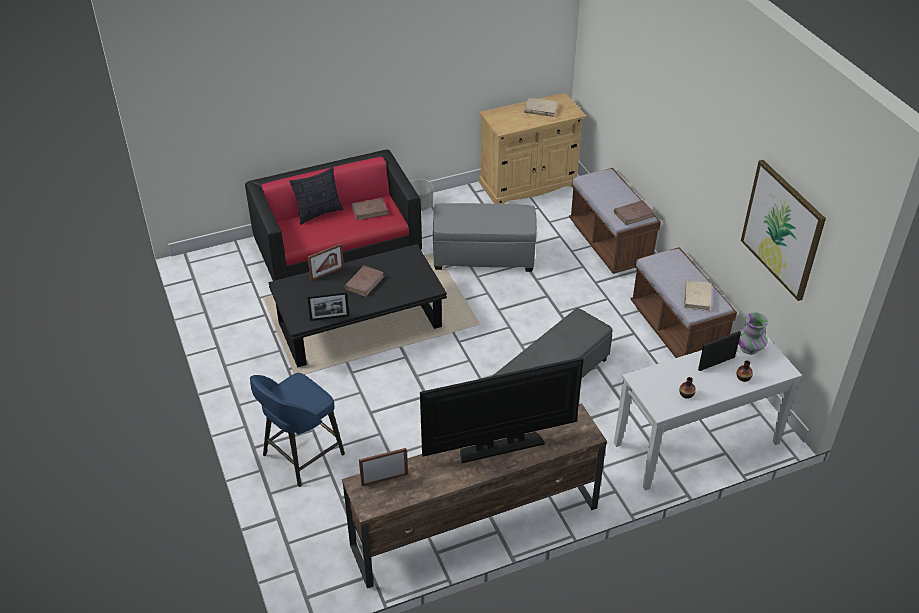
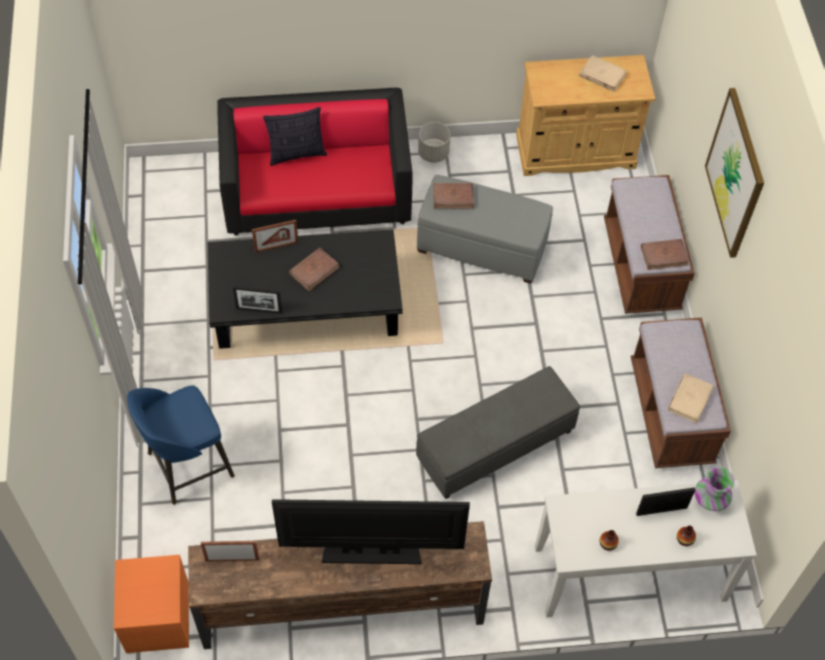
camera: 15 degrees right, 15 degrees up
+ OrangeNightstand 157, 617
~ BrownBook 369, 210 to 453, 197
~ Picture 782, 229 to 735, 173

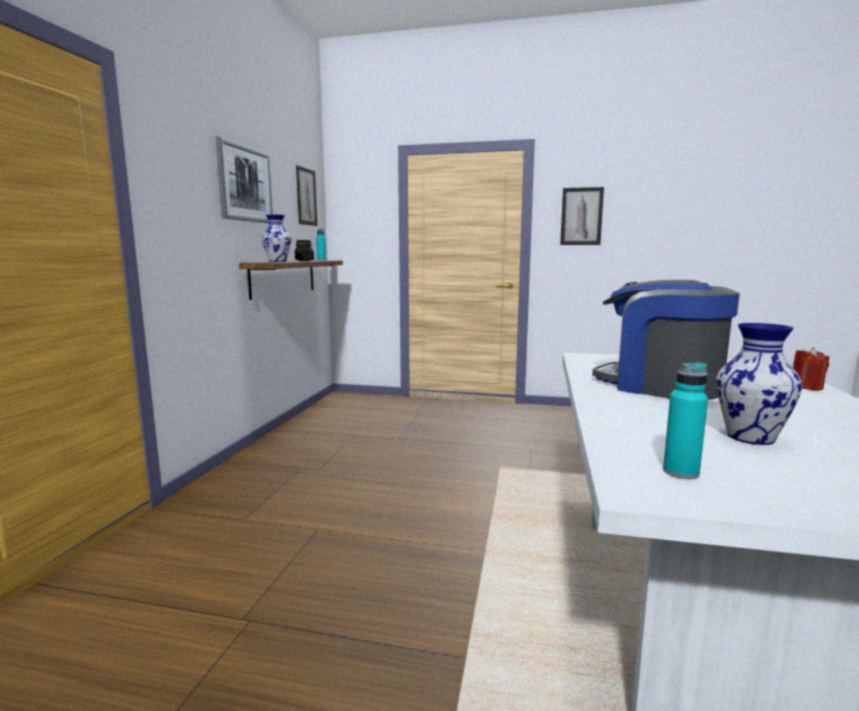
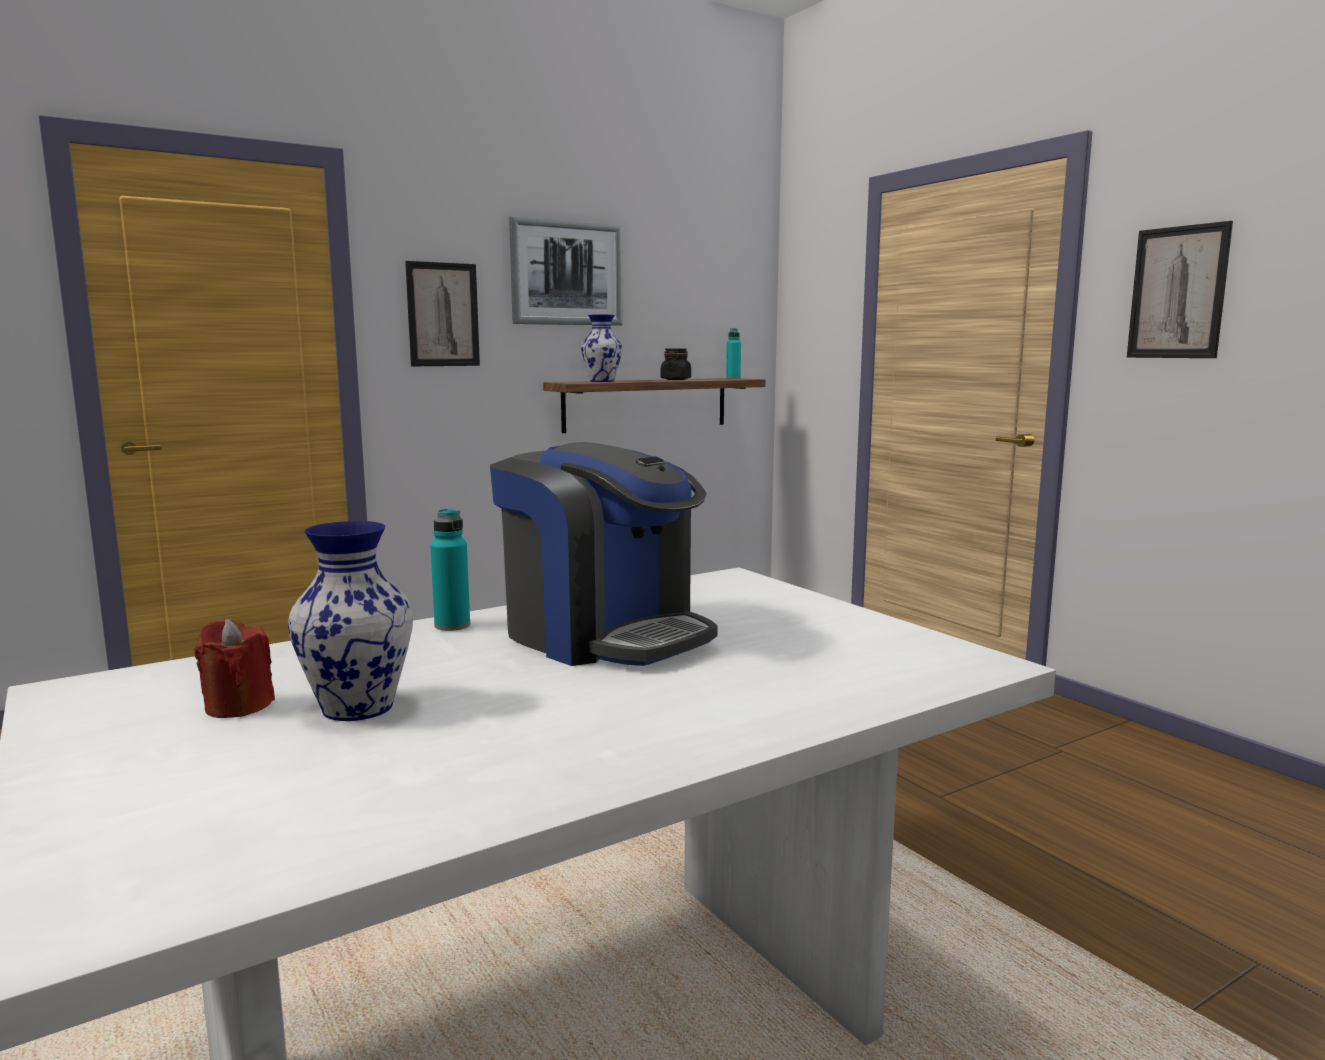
camera: 45 degrees right, 0 degrees up
~ RedCandle 806, 386 to 238, 706
~ Picture 306, 197 to 443, 314
~ TurquoiseBottle 681, 472 to 452, 625
~ CoffeeMachine 659, 386 = 603, 635 135 degrees clockwise

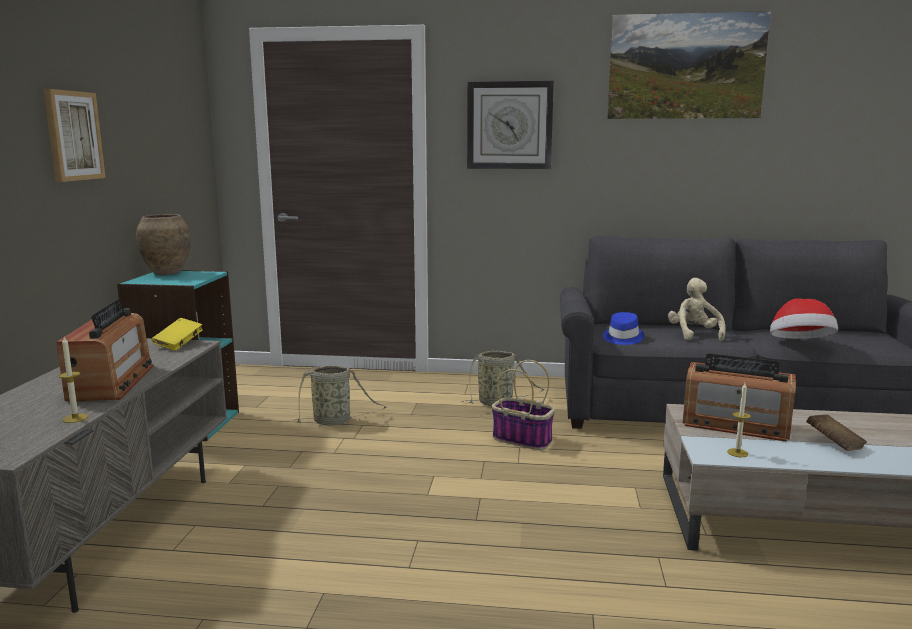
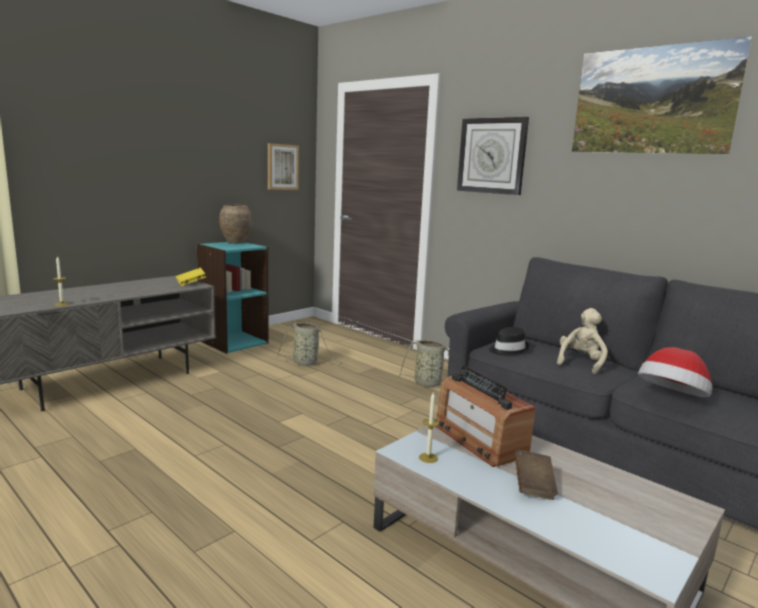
camera: 35 degrees right, 0 degrees up
~ Picture 73, 136 to 282, 167
~ BlueHat 622, 338 to BlackHat 508, 350
- Radio 111, 382
- Basket 523, 439

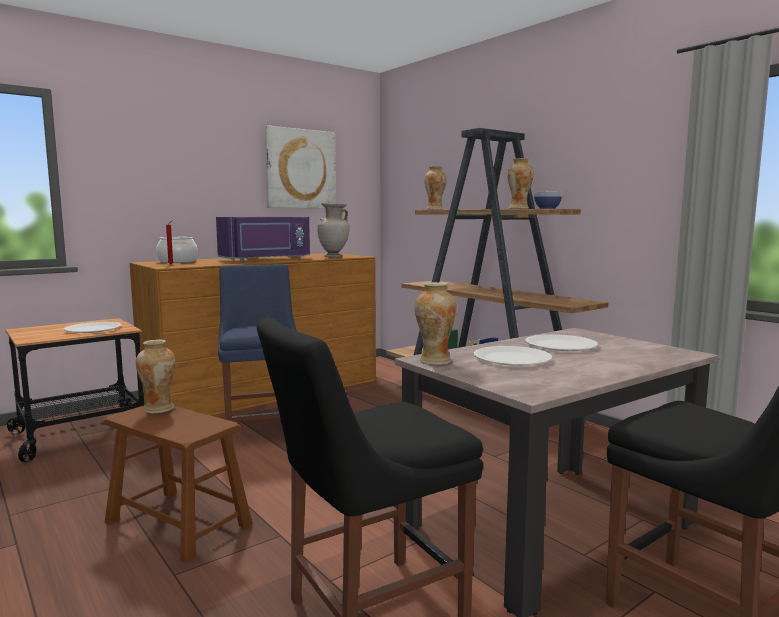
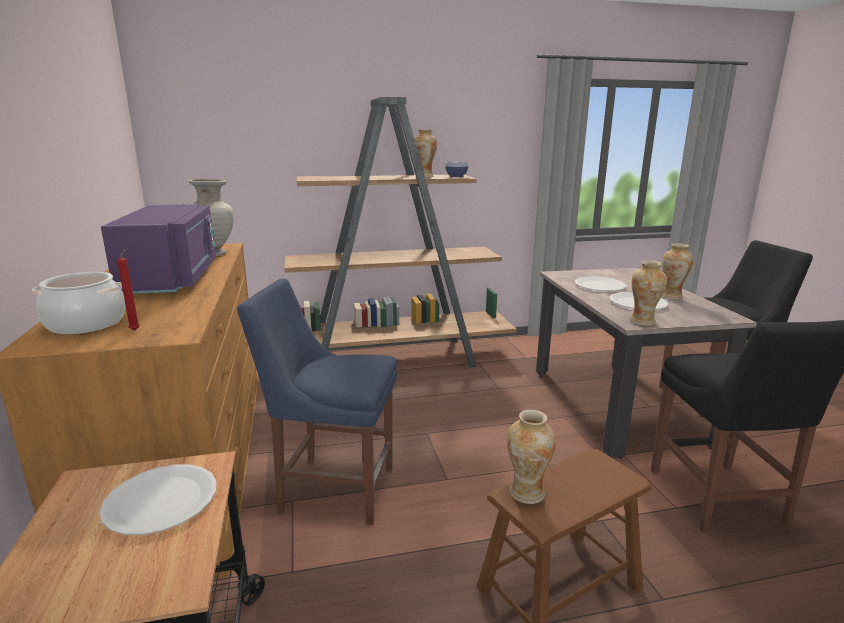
camera: 65 degrees left, 10 degrees up
~ Vase 434, 209 to 671, 297
- Picture 300, 169

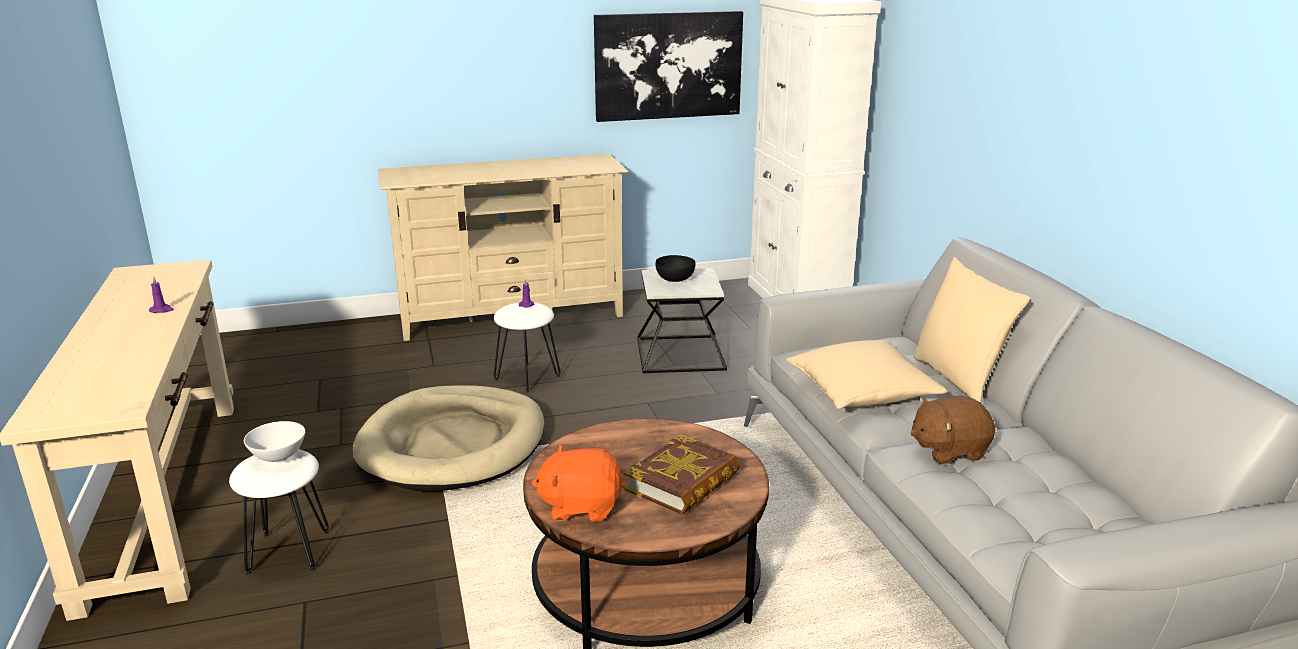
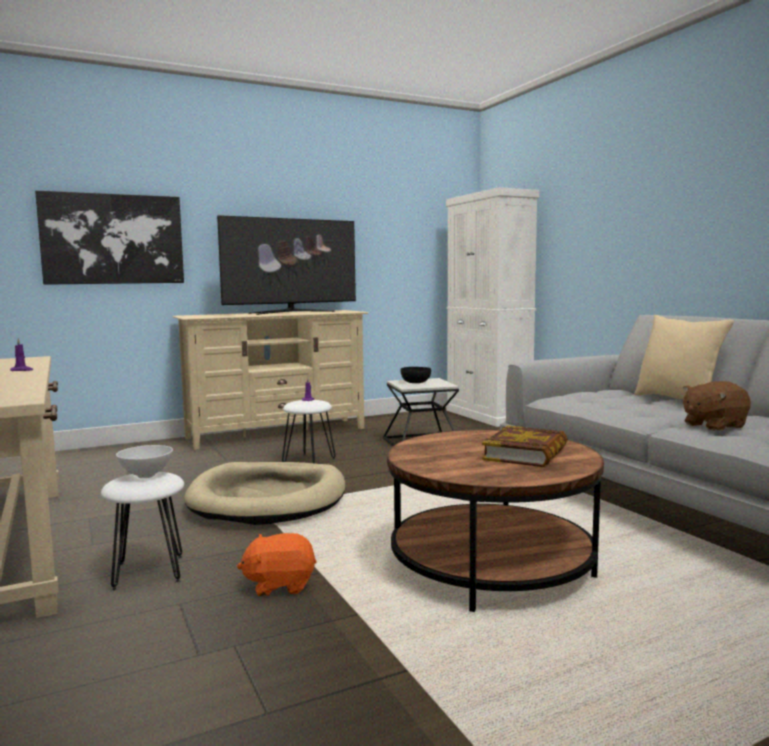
camera: 10 degrees left, 15 degrees down
~ Picture 668, 65 to 113, 239
+ Television 291, 312
~ OrangePlushToy 581, 506 to 280, 585
- BeigePillow 862, 393

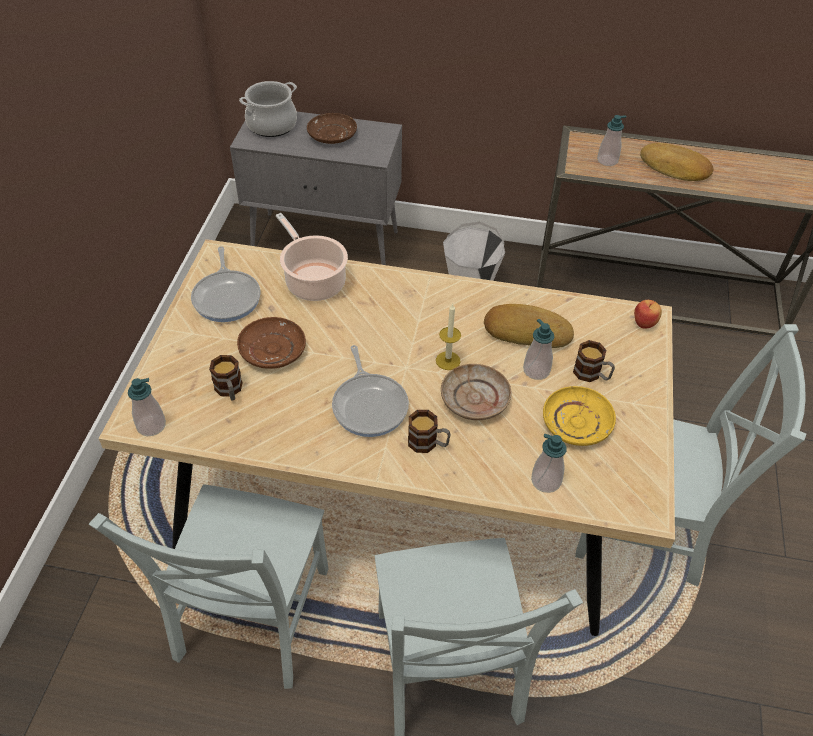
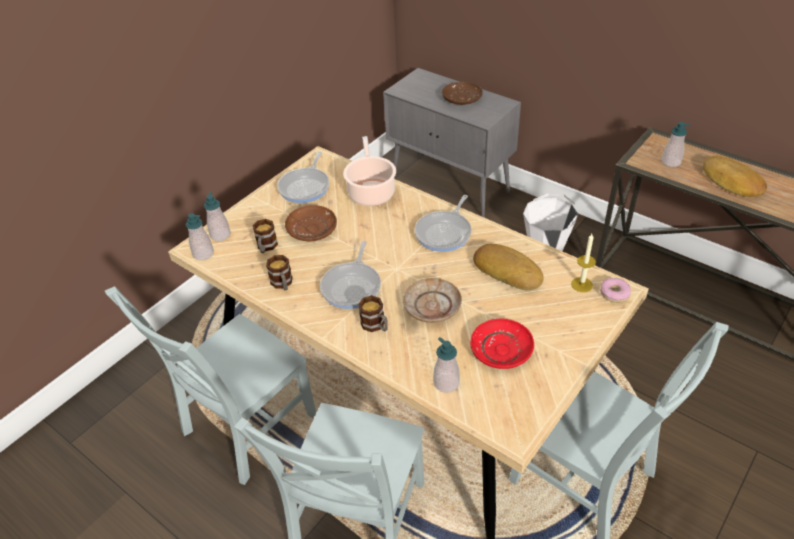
camera: 30 degrees right, 5 degrees down
~ SoapDispenser 536, 370 to 220, 235
~ Mug 592, 374 to 282, 284
+ FryingPan 445, 232
~ YellowPlate 577, 422 to RedPlate 501, 350
~ Candle 448, 360 to 581, 284
~ Apple 645, 322 to Donut 614, 293
- CookingPot 272, 125

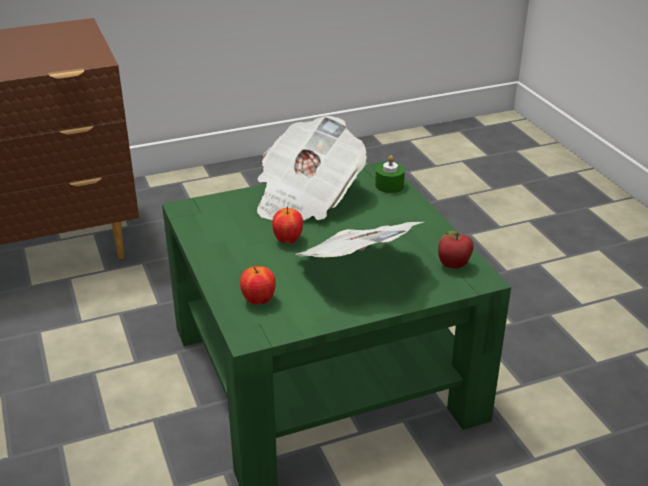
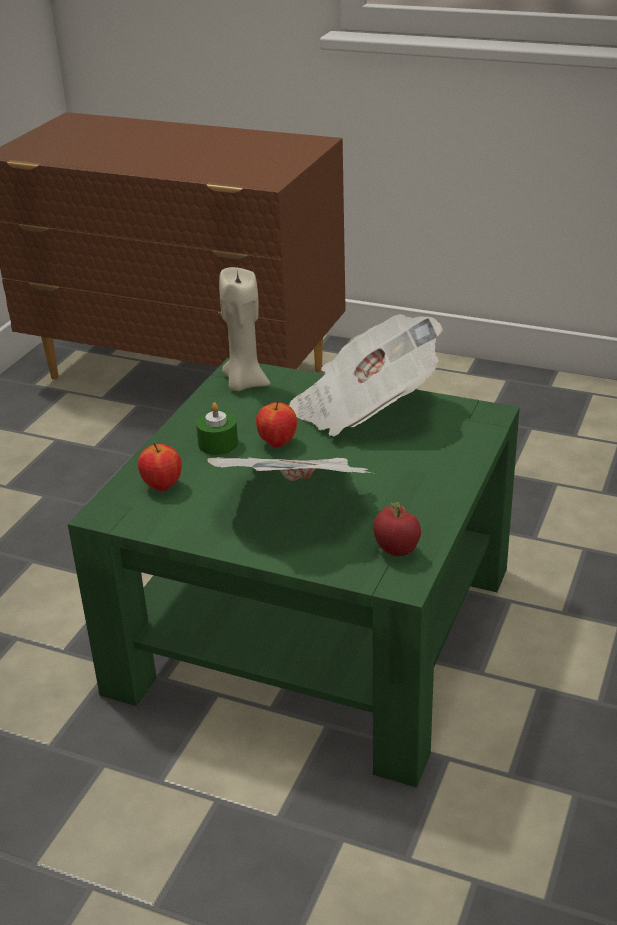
camera: 45 degrees right, 0 degrees up
~ GreenCandle 389, 186 to 218, 444
+ BeigeCandle 244, 383

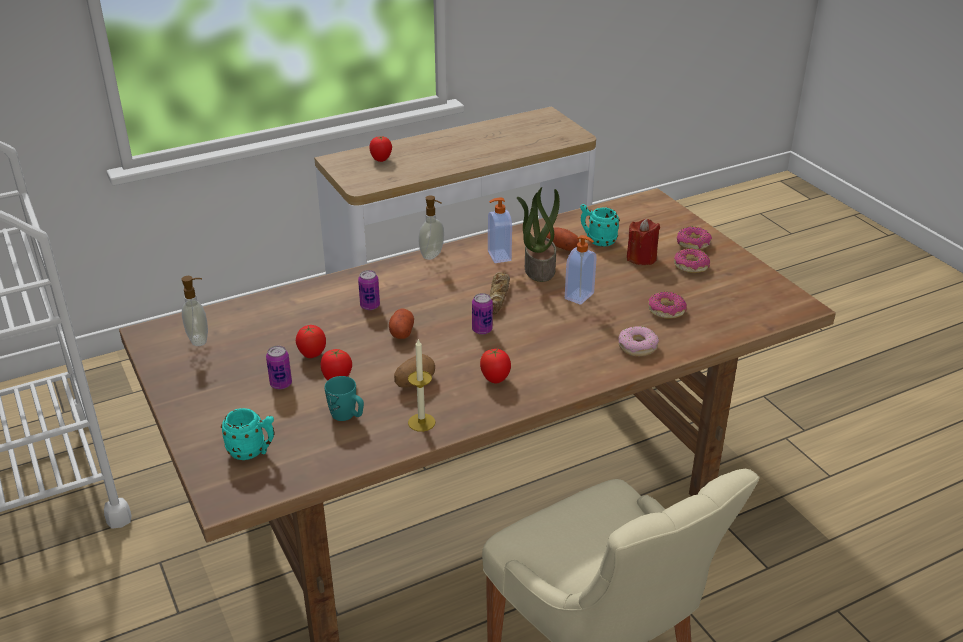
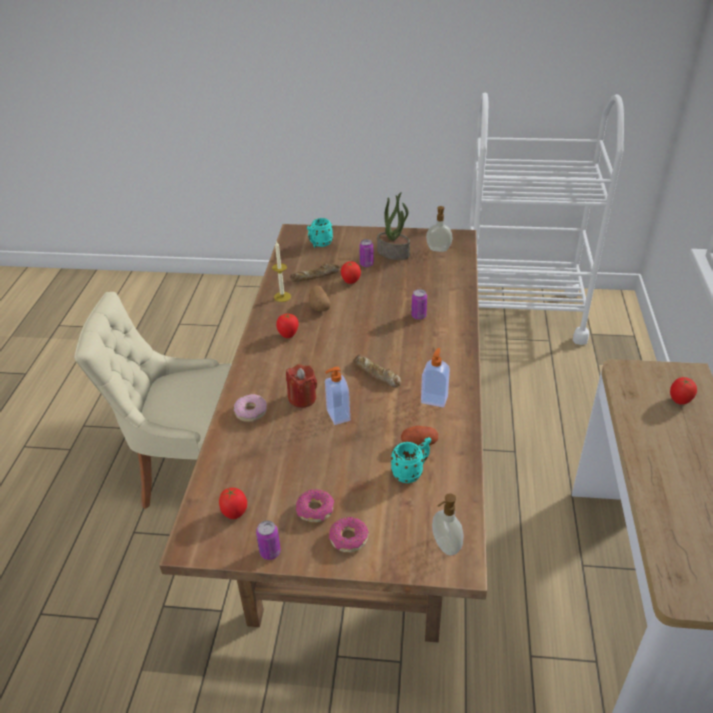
camera: 125 degrees right, 5 degrees up
~ Tomato 312, 355 to 235, 513
~ Can 482, 330 to 270, 552
~ RedCandle 641, 258 to 302, 398
~ TurquoiseMug 347, 416 to Bread 315, 276
~ PottedPlant 539, 268 to 394, 253
~ SoapDispenser 433, 255 to 445, 546
- Potato 401, 332
- Donut 666, 311

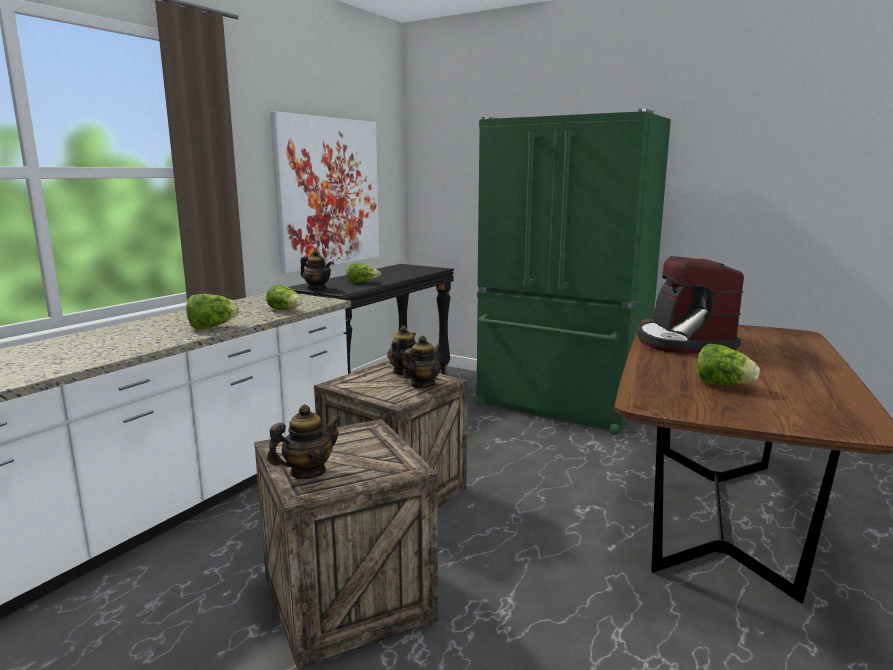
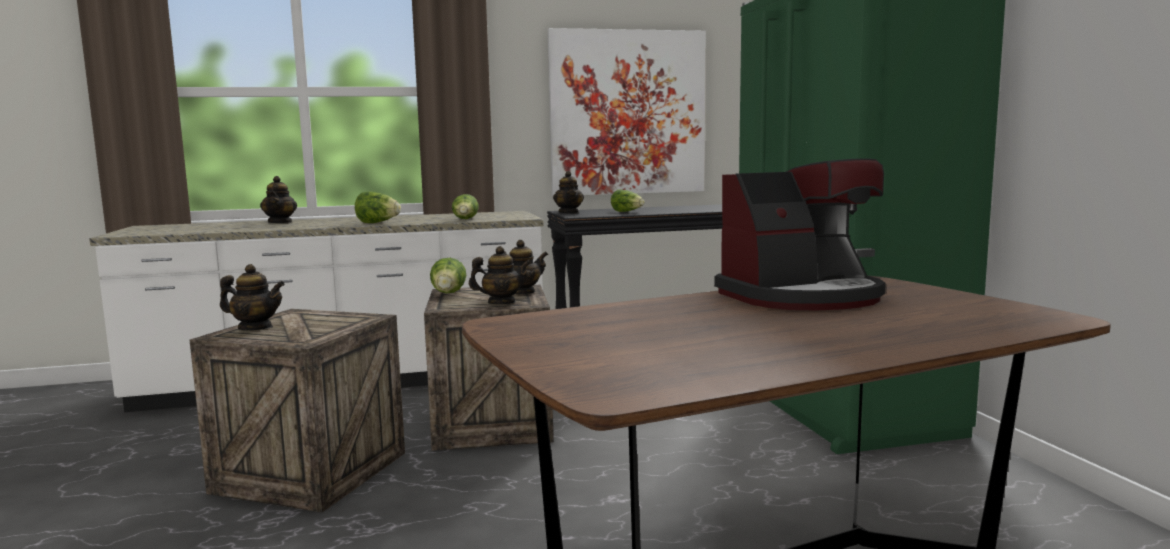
camera: 45 degrees right, 5 degrees down
+ Teapot 280, 222
~ Lettuce 723, 385 to 448, 294
~ CoffeeMachine 682, 342 = 802, 297 150 degrees counterclockwise

